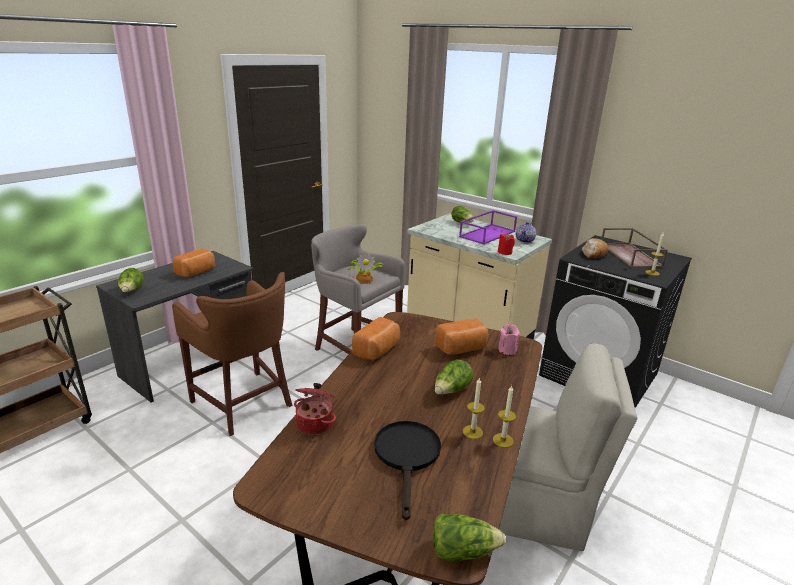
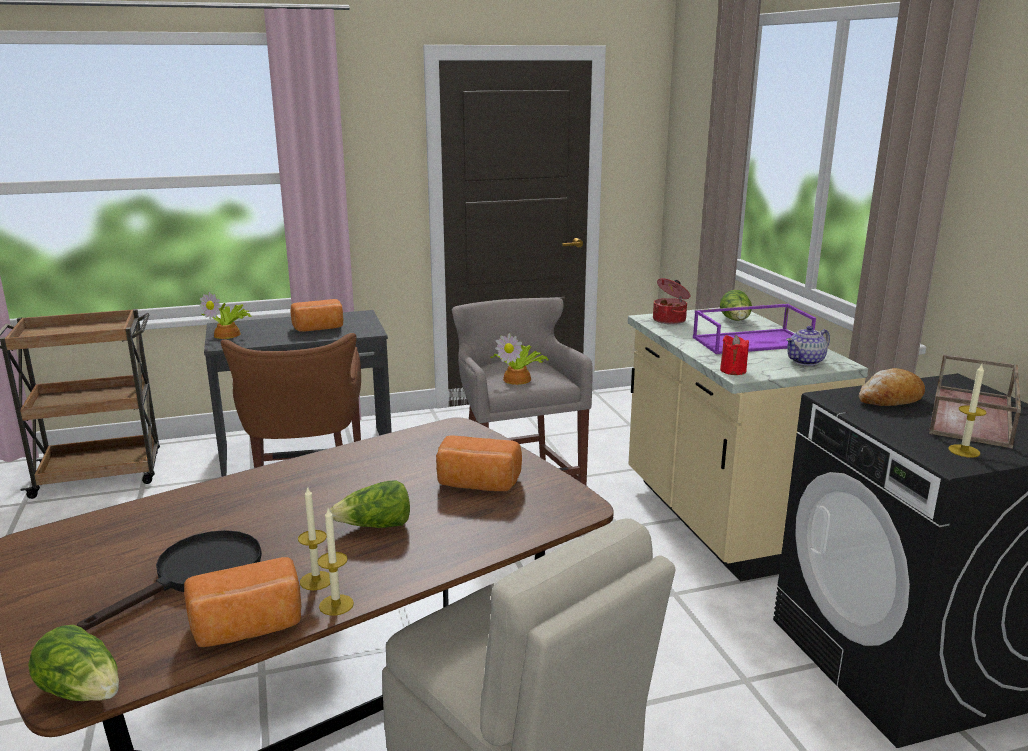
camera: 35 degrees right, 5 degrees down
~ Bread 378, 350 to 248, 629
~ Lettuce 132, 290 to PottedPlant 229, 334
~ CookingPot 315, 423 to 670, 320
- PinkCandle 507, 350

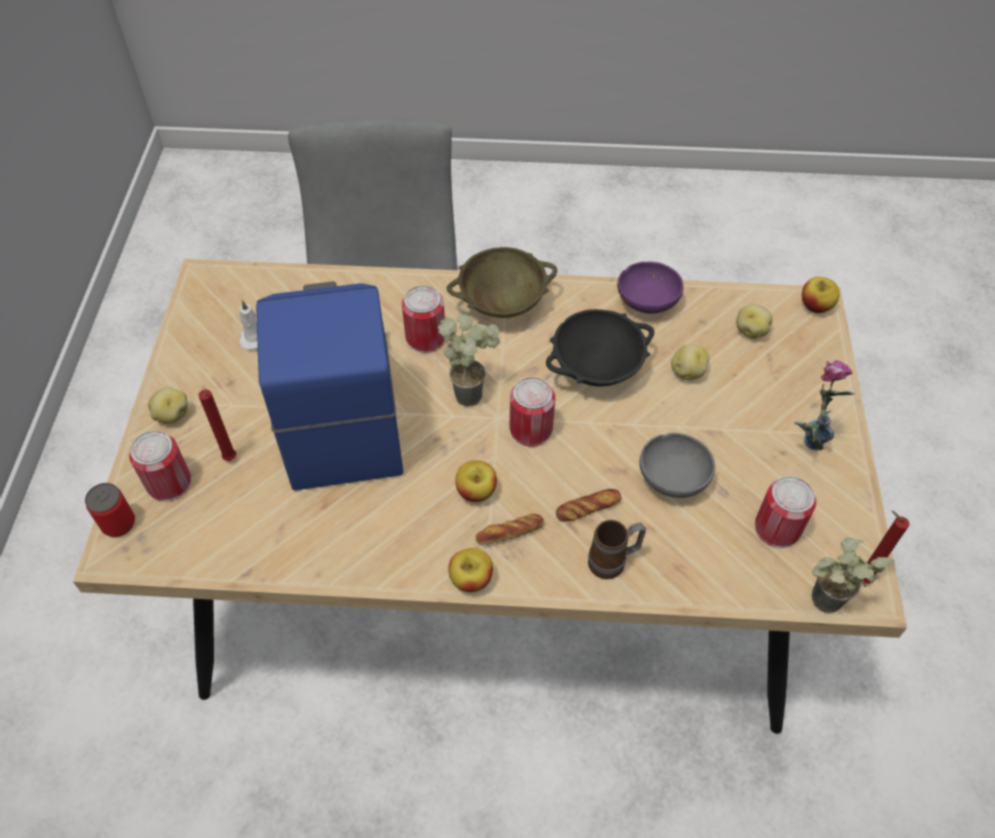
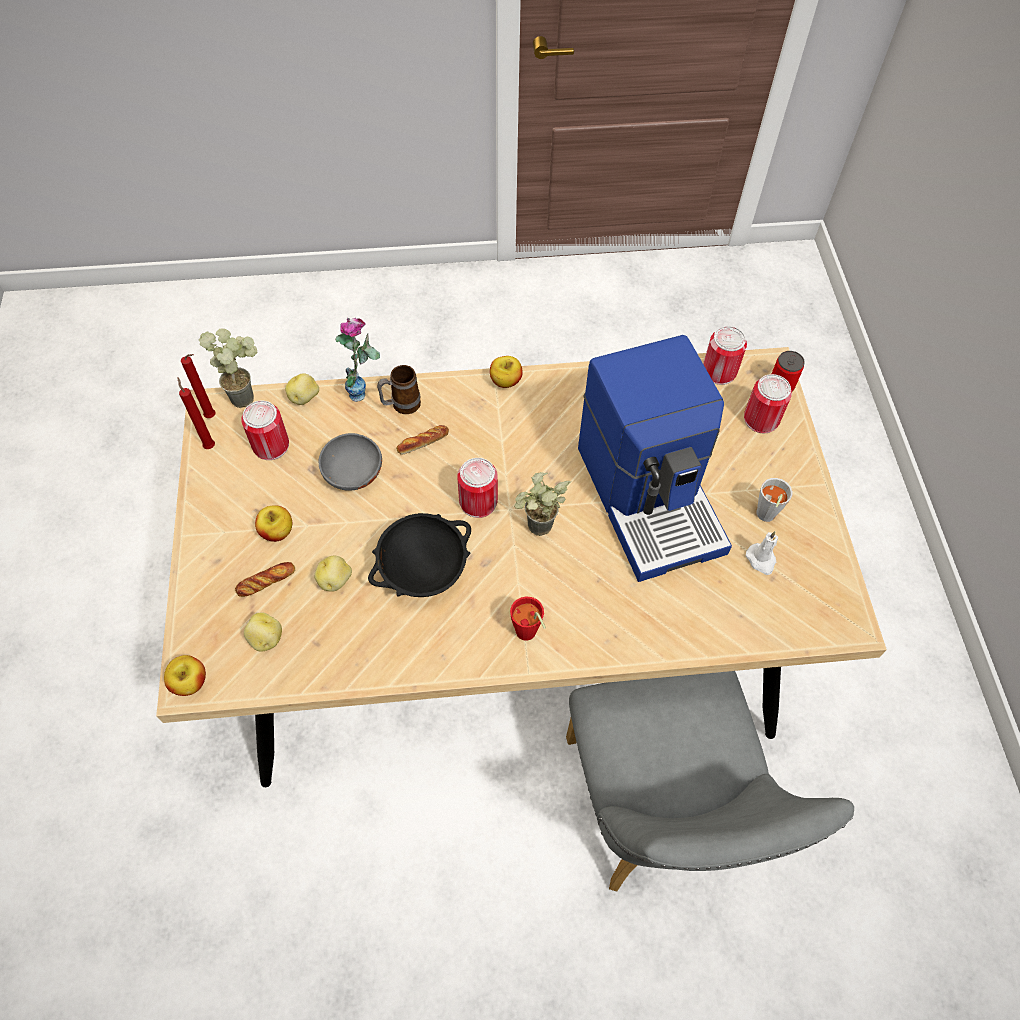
camera: 170 degrees right, 5 degrees up
~ RedCandle 230, 460 to 209, 445
~ Bread 510, 532 to 266, 581
~ Apple 476, 491 to 277, 532
~ Potato 171, 415 to 305, 397
~ Vase 804, 449 to 365, 388
~ BeigeBowl 502, 304 to RedCup 528, 635
~ Can 425, 337 to 719, 371
+ GreyCup 764, 517
- PurpleBowl 647, 301

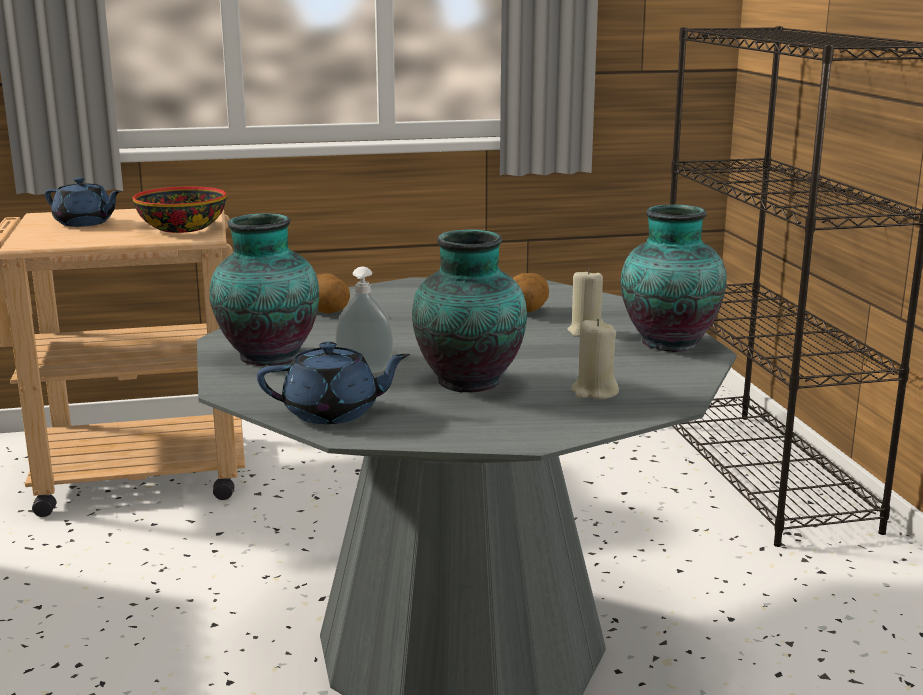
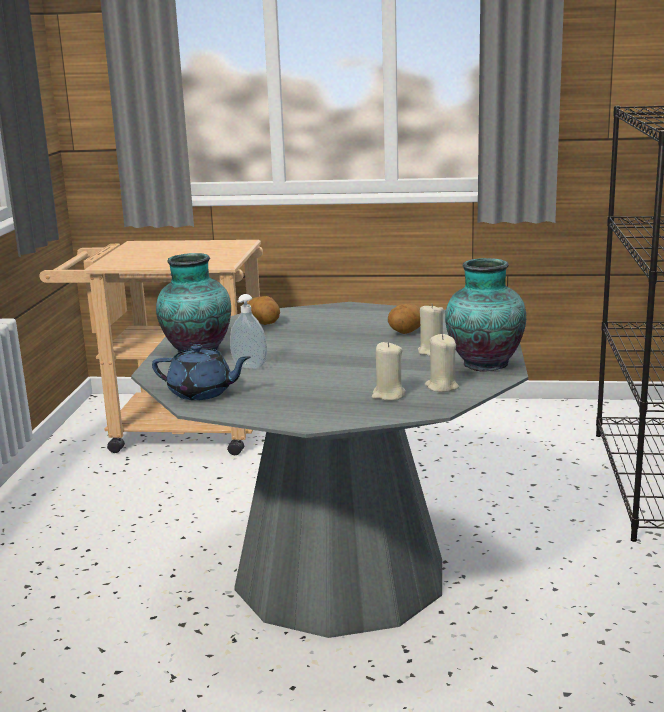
camera: 20 degrees right, 0 degrees up
+ BeigeCandle 441, 387
- BlueTeapot 85, 223
- Bowl 182, 228
- Vase 469, 383

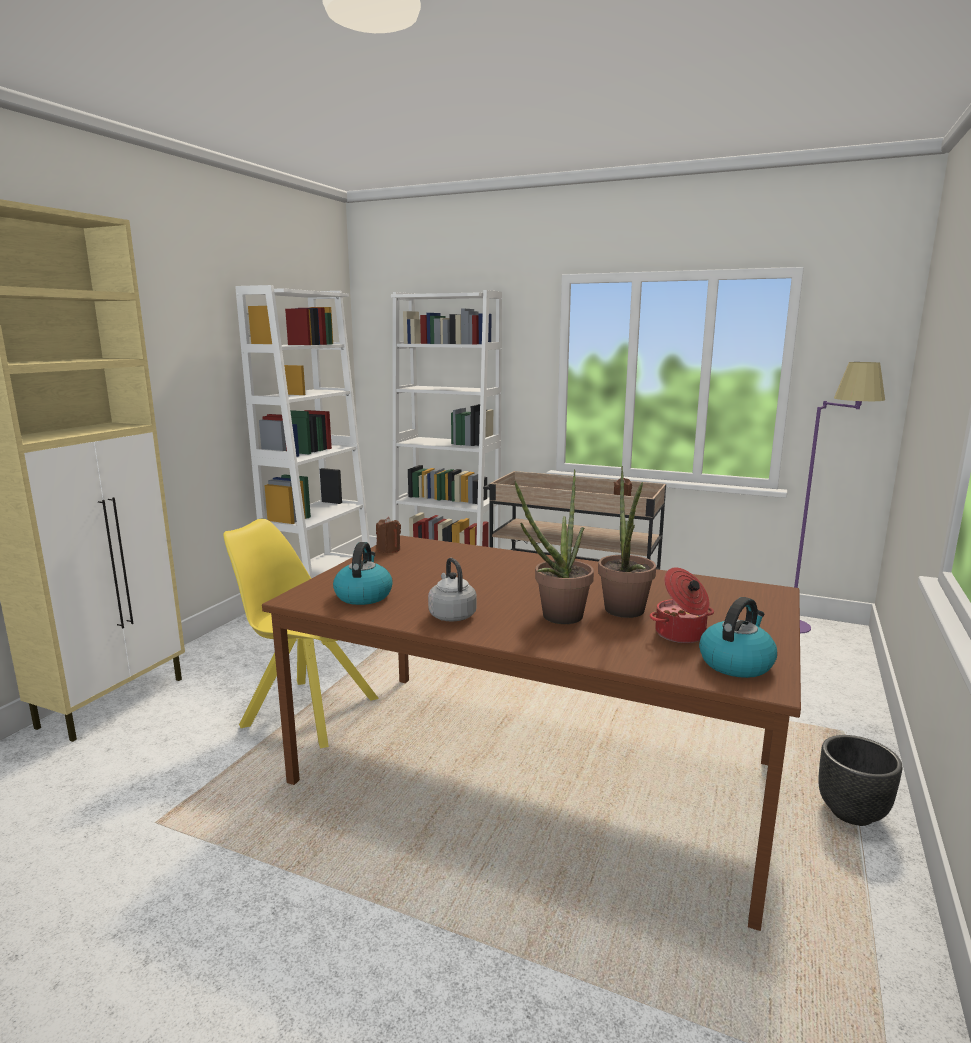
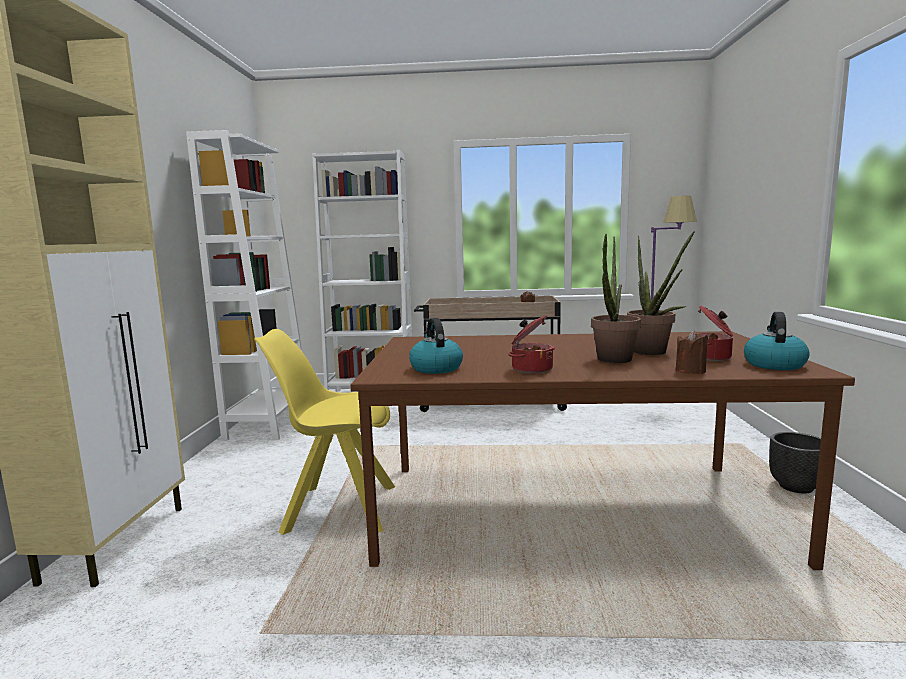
camera: 20 degrees left, 5 degrees down
~ GreyKettle 451, 615 to CookingPot 531, 369
~ BrownCandle 388, 550 to 690, 371

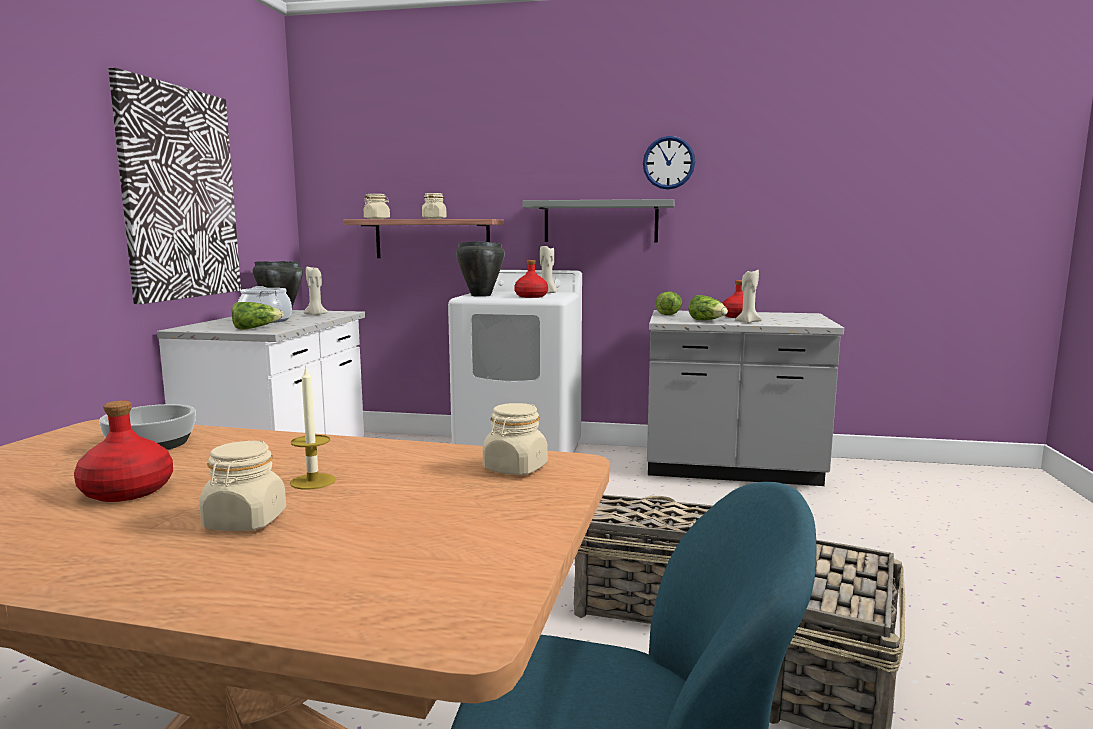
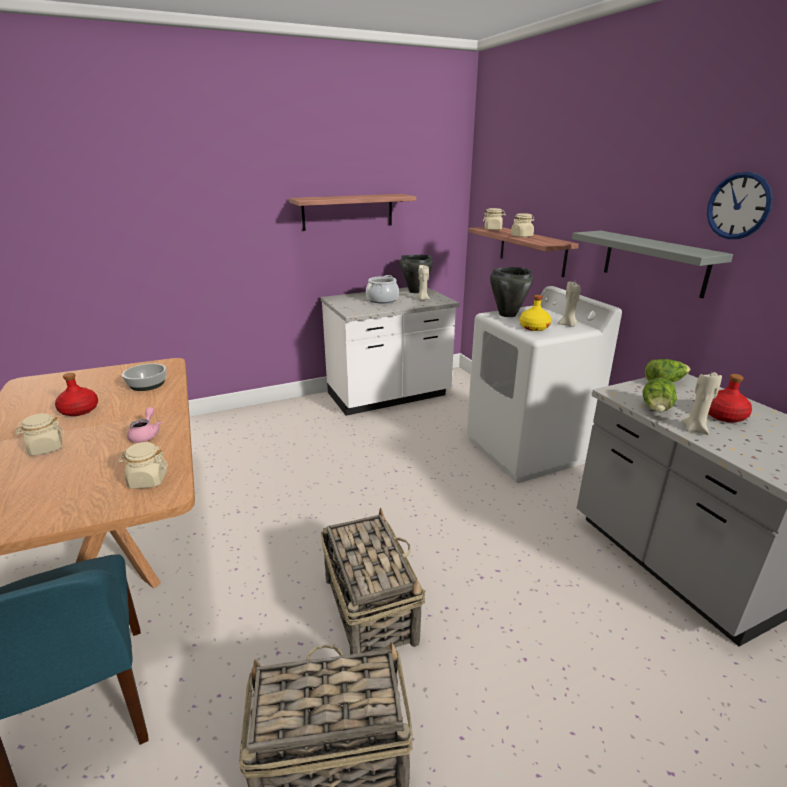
camera: 55 degrees right, 15 degrees up
+ PinkTeapot 146, 435
~ Picture 179, 193 to Shelf 348, 212
~ RedBottle 530, 296 to YellowBottle 533, 327
- Lettuce 255, 328
- Candle 313, 481

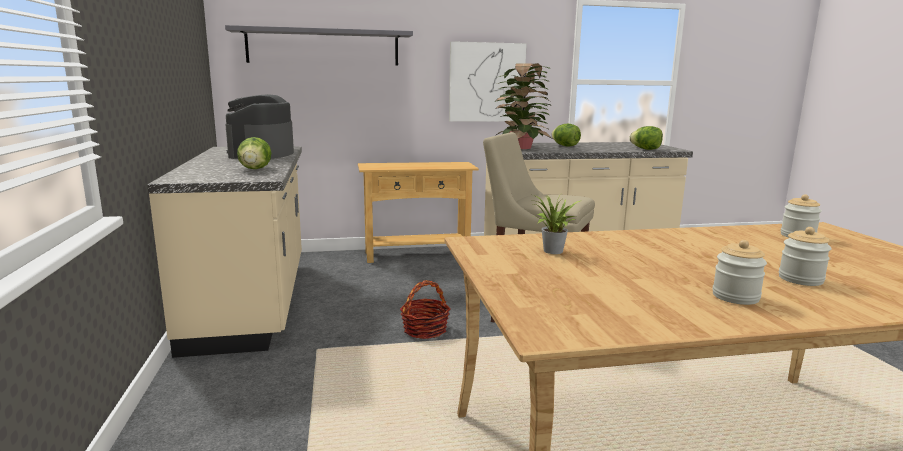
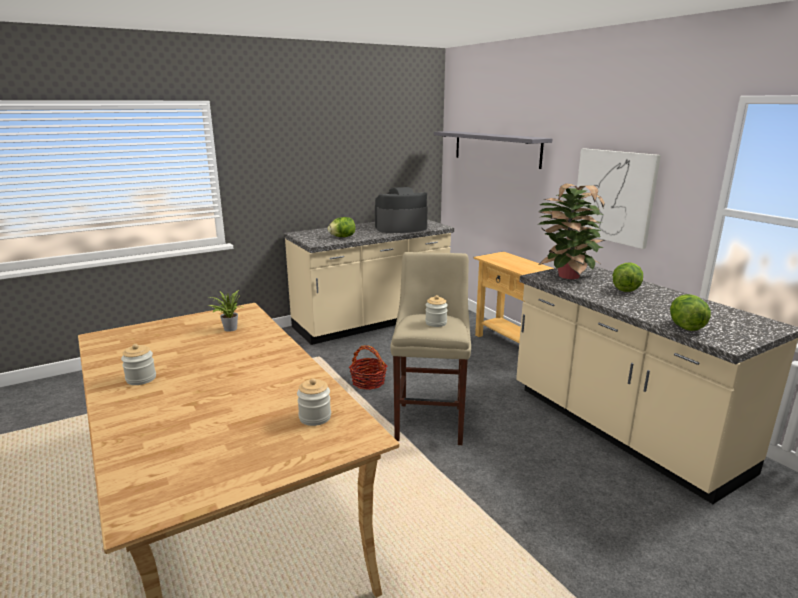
camera: 70 degrees right, 5 degrees up
~ Jar 800, 279 to 436, 323

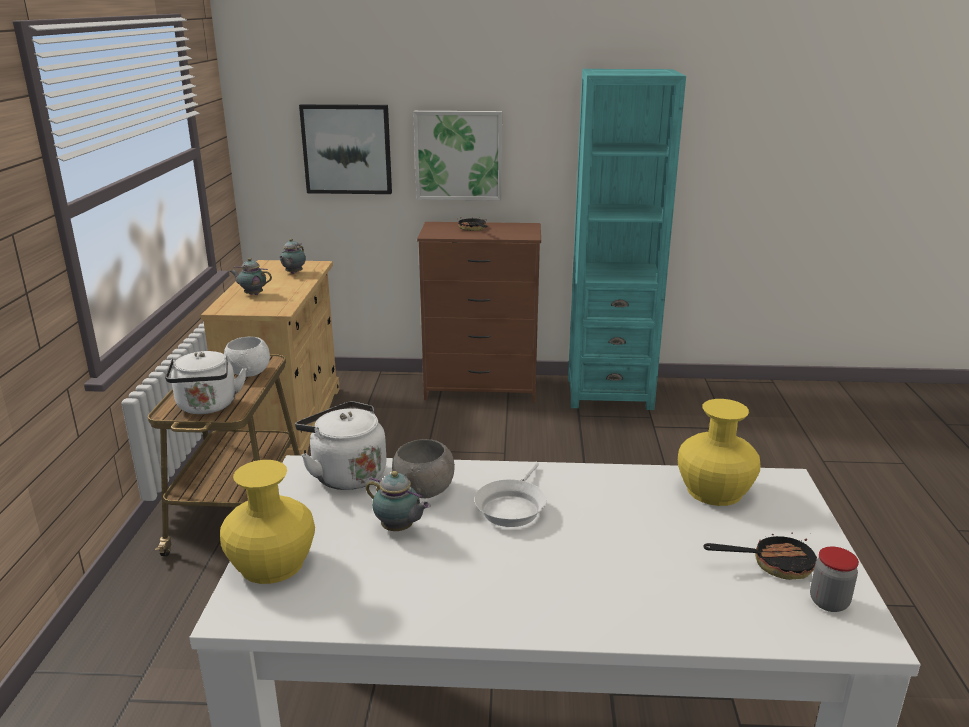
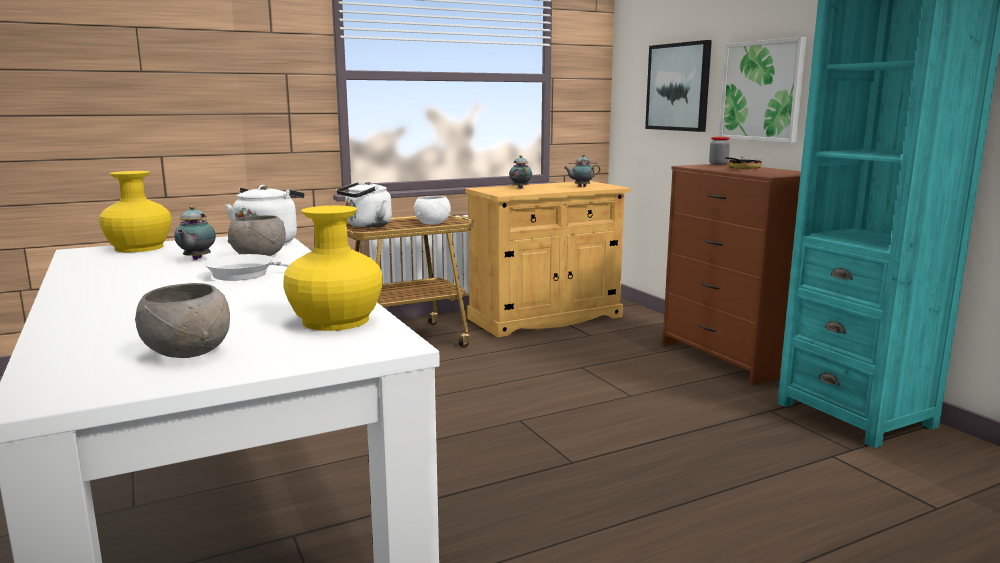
camera: 60 degrees right, 10 degrees down
~ FryingPan 773, 564 to GreyBowl 187, 352
~ Jar 828, 602 to 718, 164

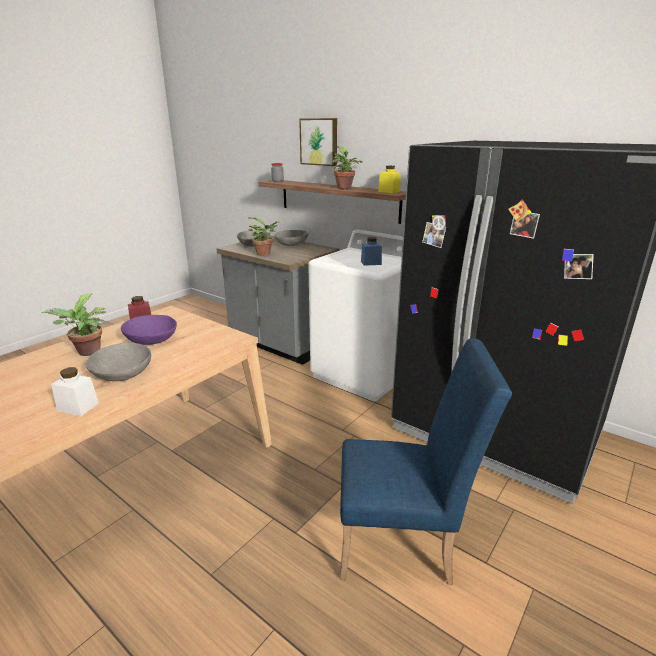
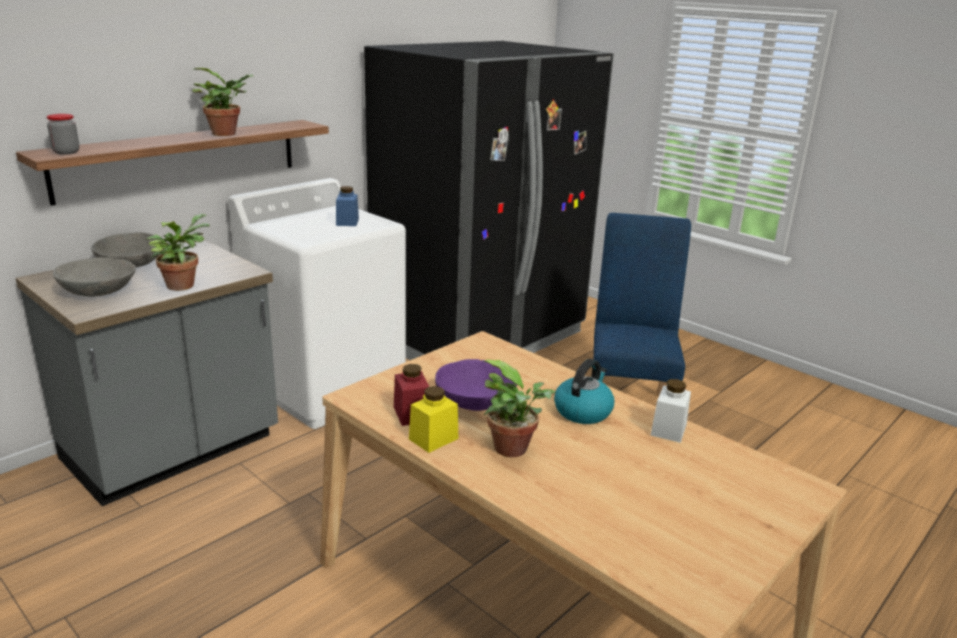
camera: 85 degrees left, 0 degrees up
~ YellowJar 389, 191 to 433, 439
~ GreyBowl 122, 373 to Kettle 583, 411
- Picture 319, 142

